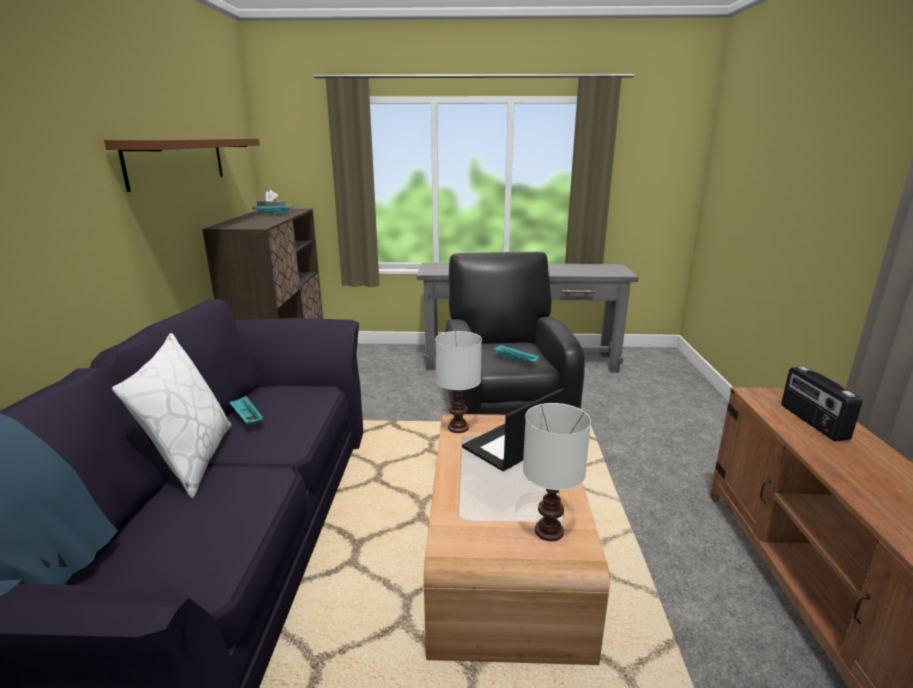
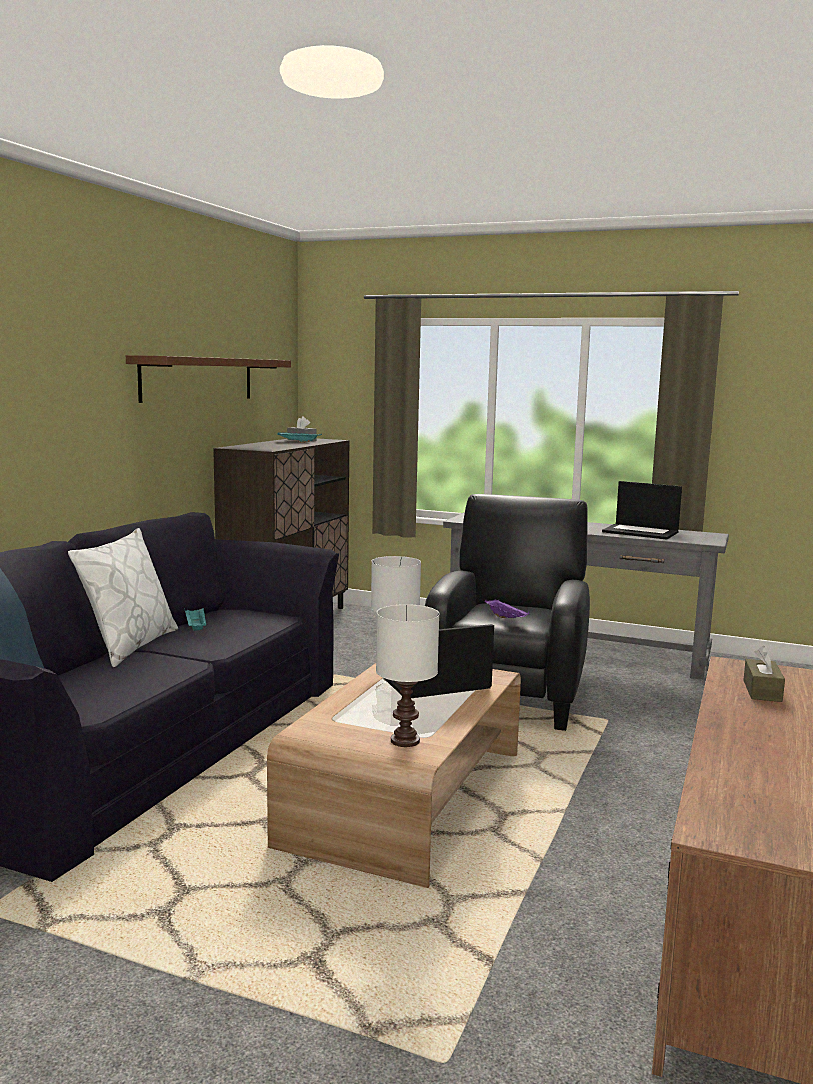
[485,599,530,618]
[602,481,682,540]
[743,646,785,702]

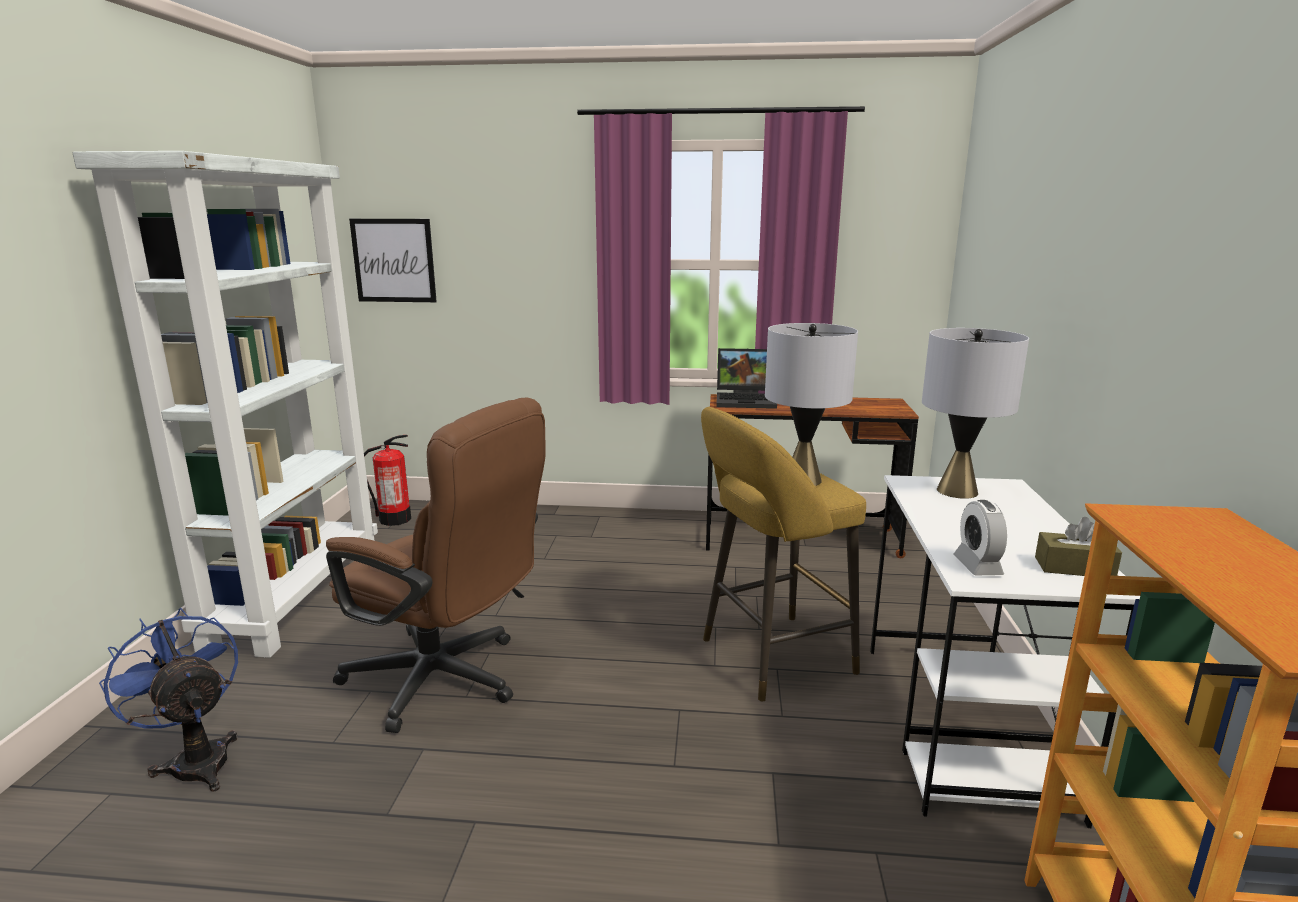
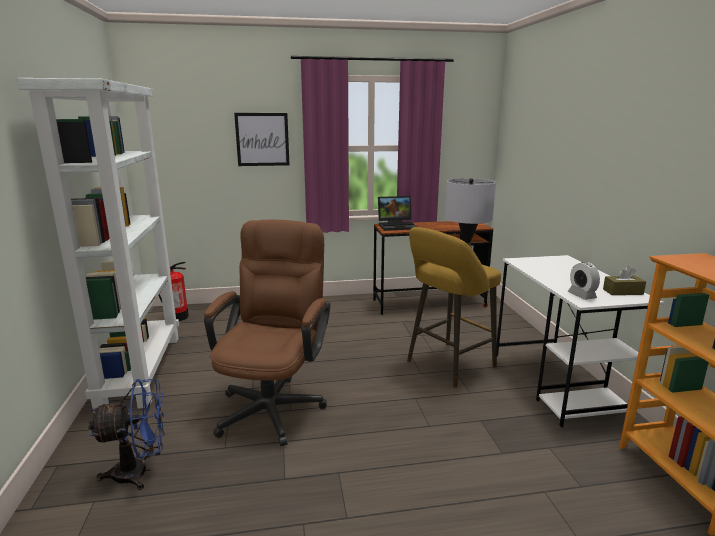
[88,379,165,490]
[204,220,331,446]
[234,113,290,166]
[922,328,1029,499] (first image)

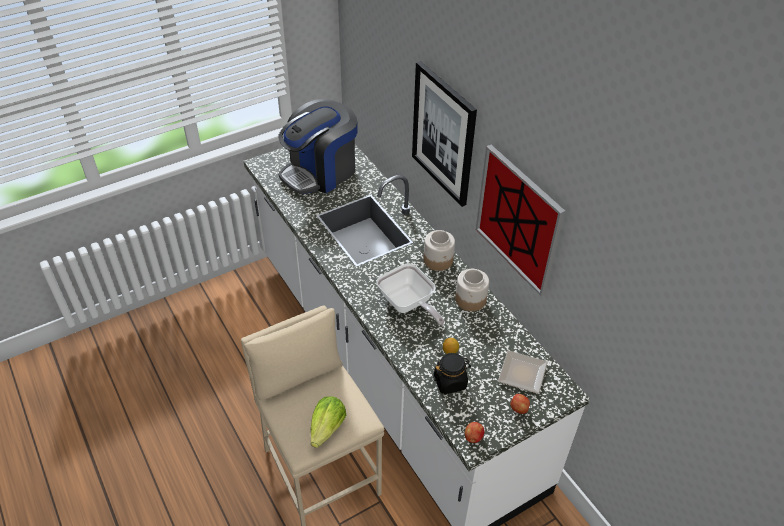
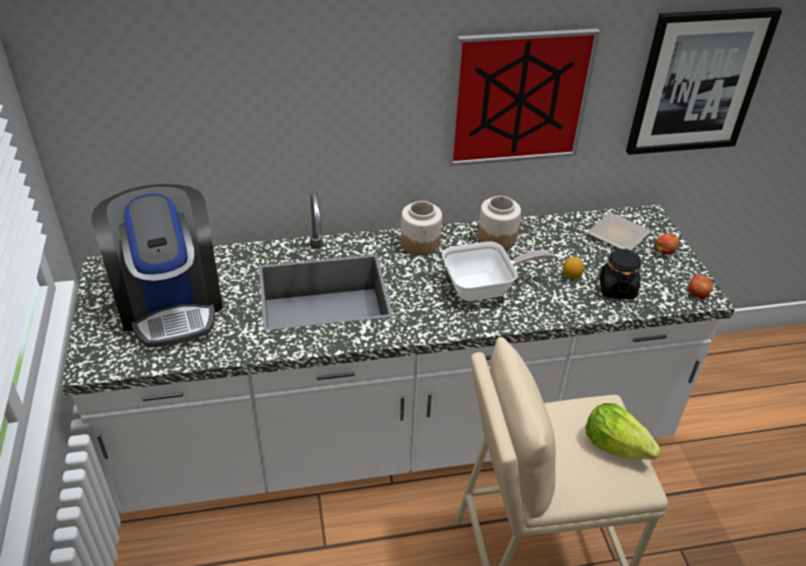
[626,7,782,155]

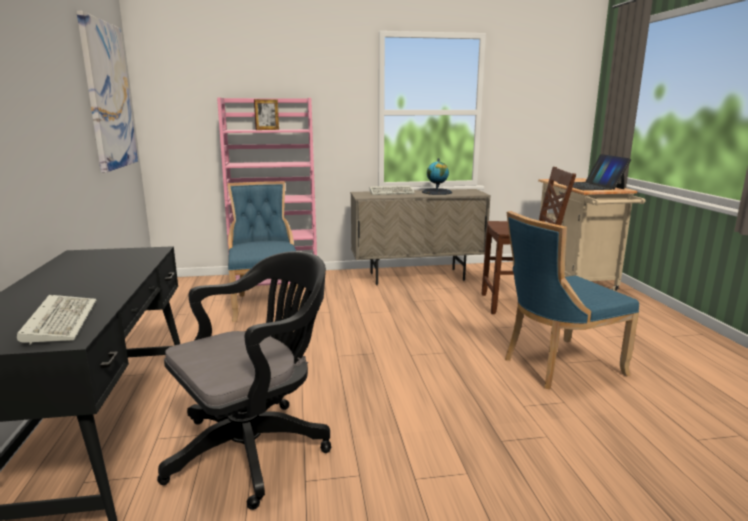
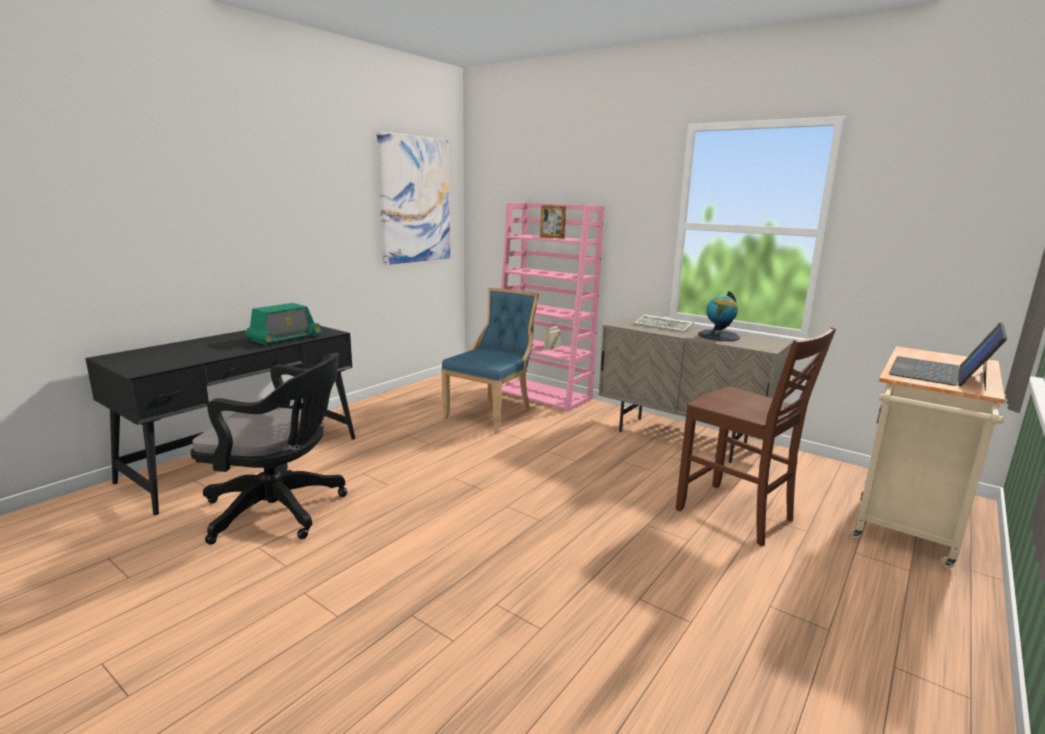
[245,303,322,345]
[17,295,96,345] (first image)
[505,211,639,390] (first image)

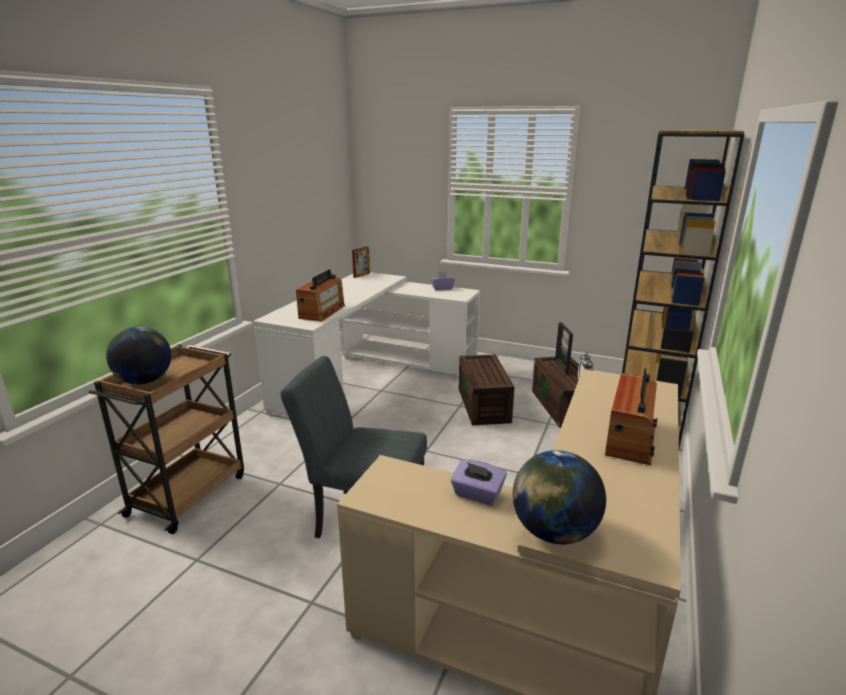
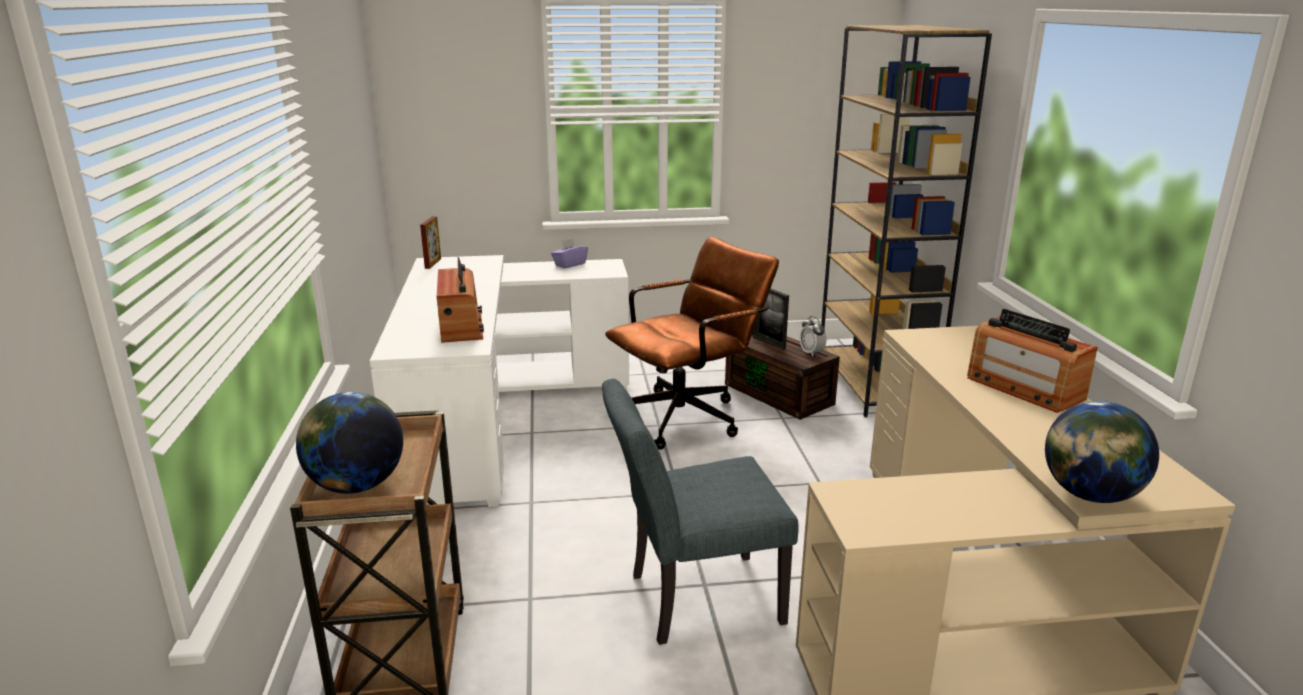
[605,237,779,450]
[967,309,1098,413]
[451,460,507,505] (first image)

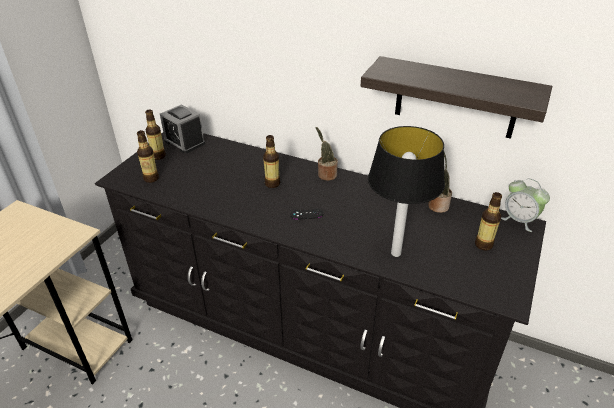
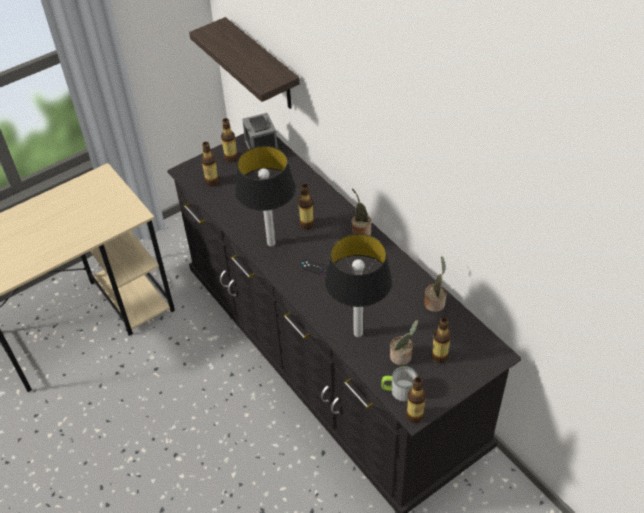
[189,17,300,109]
[235,146,296,247]
[381,366,418,402]
[390,320,418,365]
[406,377,426,423]
[501,179,550,232] (first image)

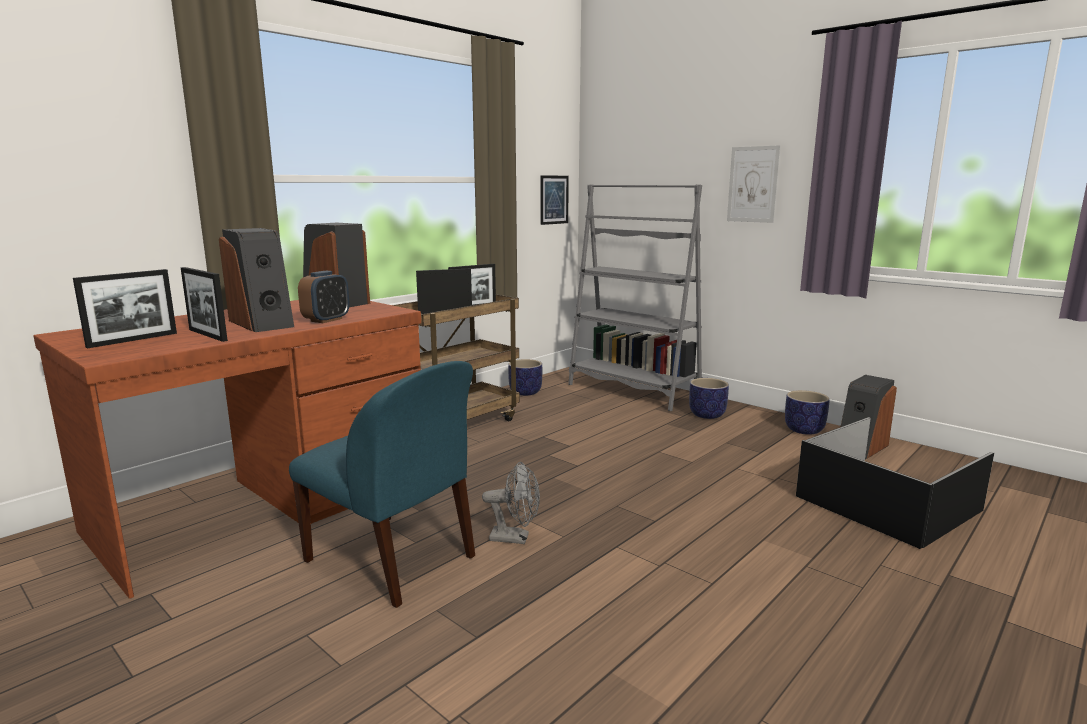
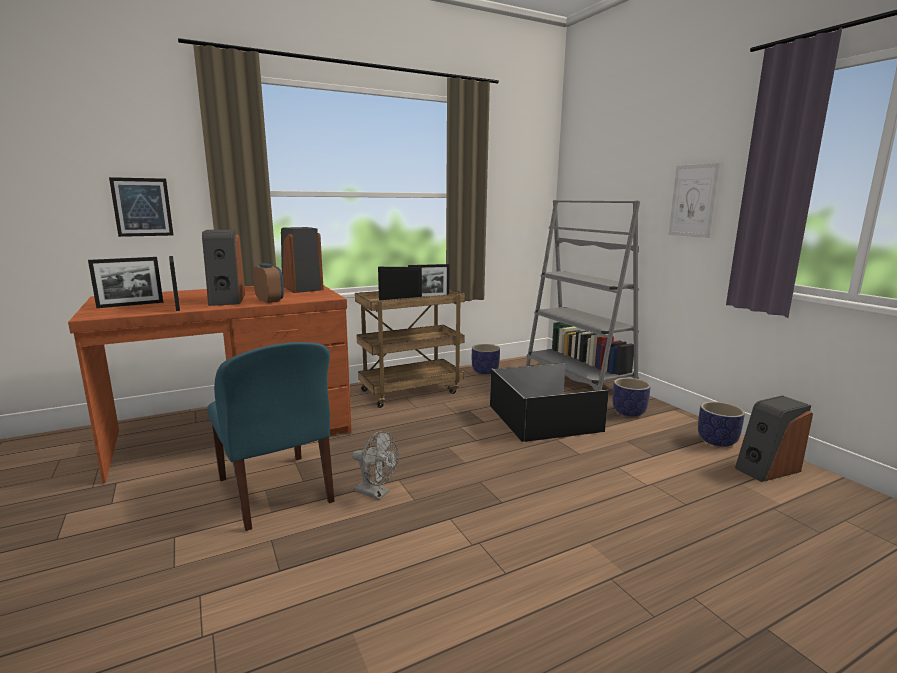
[109,177,173,237]
[253,263,284,303]
[490,363,609,442]

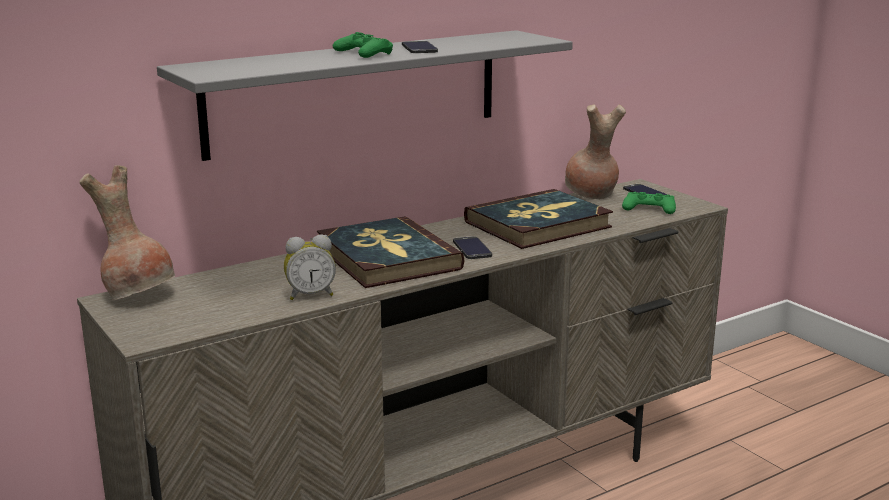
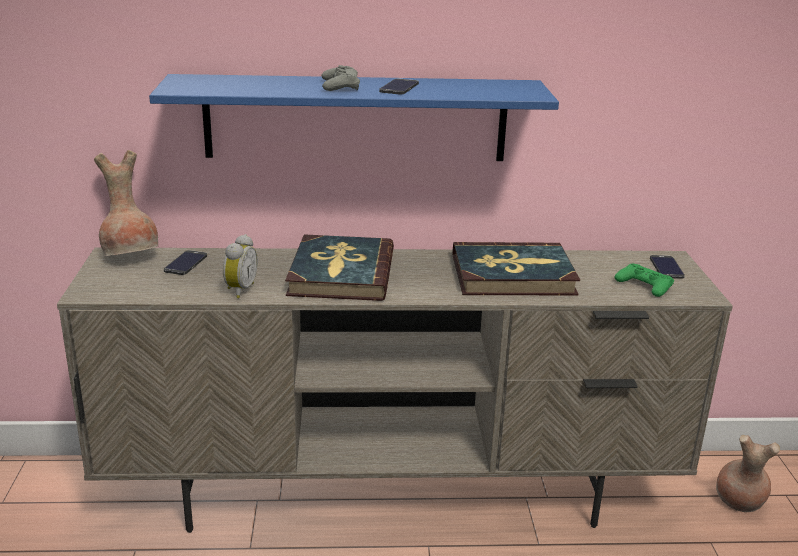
[149,74,559,161]
[164,250,207,275]
[223,234,258,298]
[321,65,360,91]
[716,435,780,512]

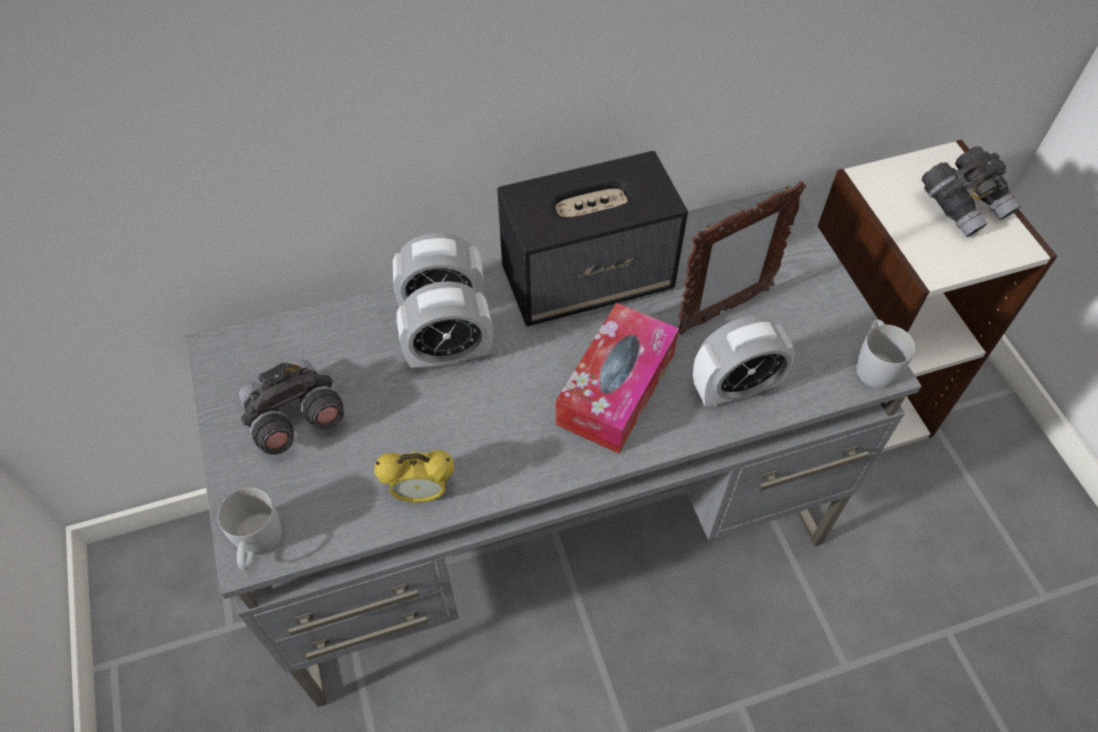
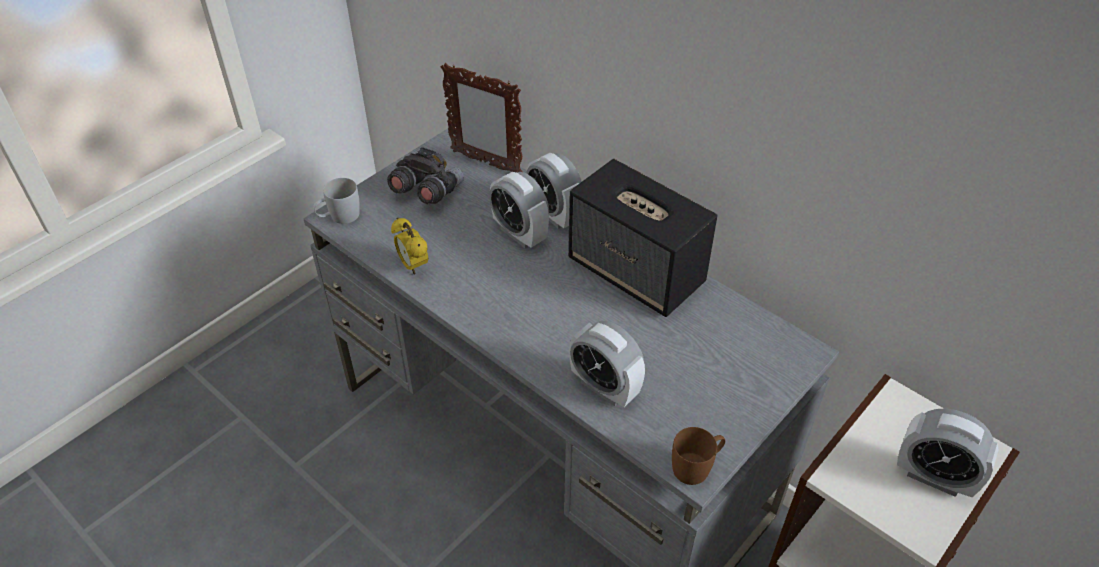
[441,63,523,172]
[672,427,725,485]
[897,409,998,497]
[556,303,679,454] (first image)

